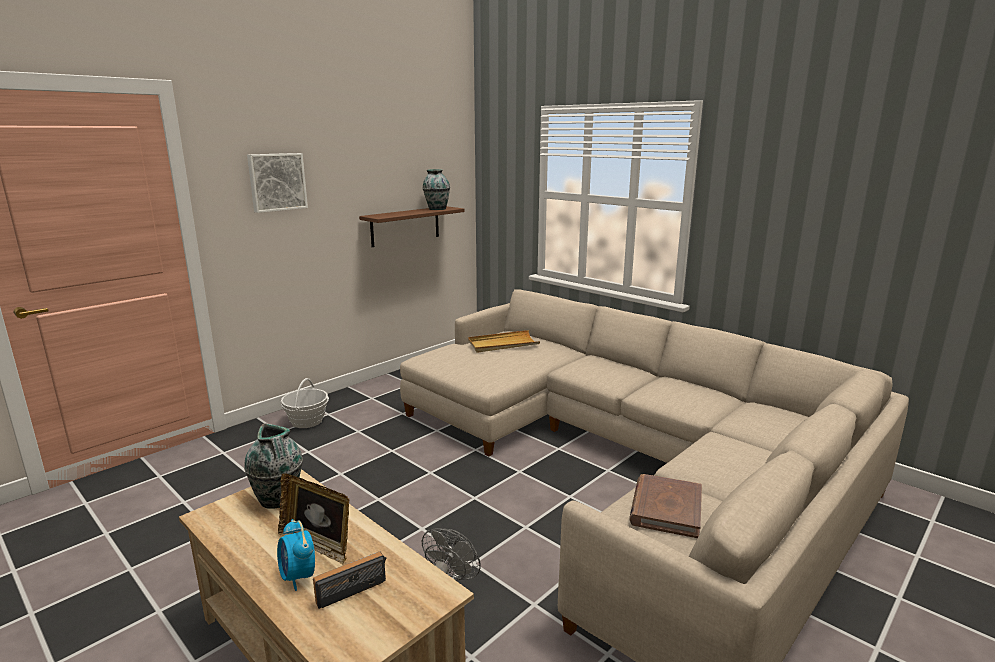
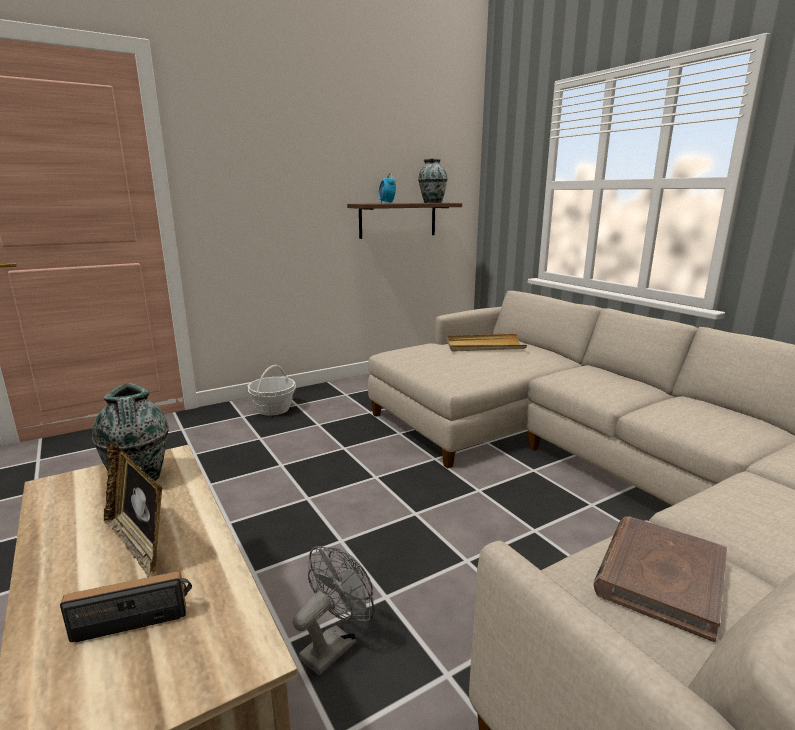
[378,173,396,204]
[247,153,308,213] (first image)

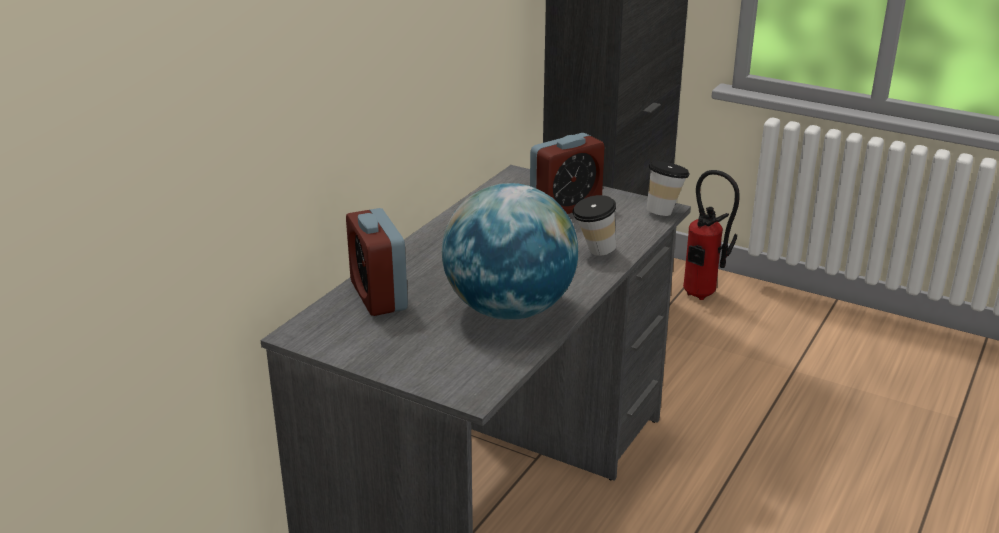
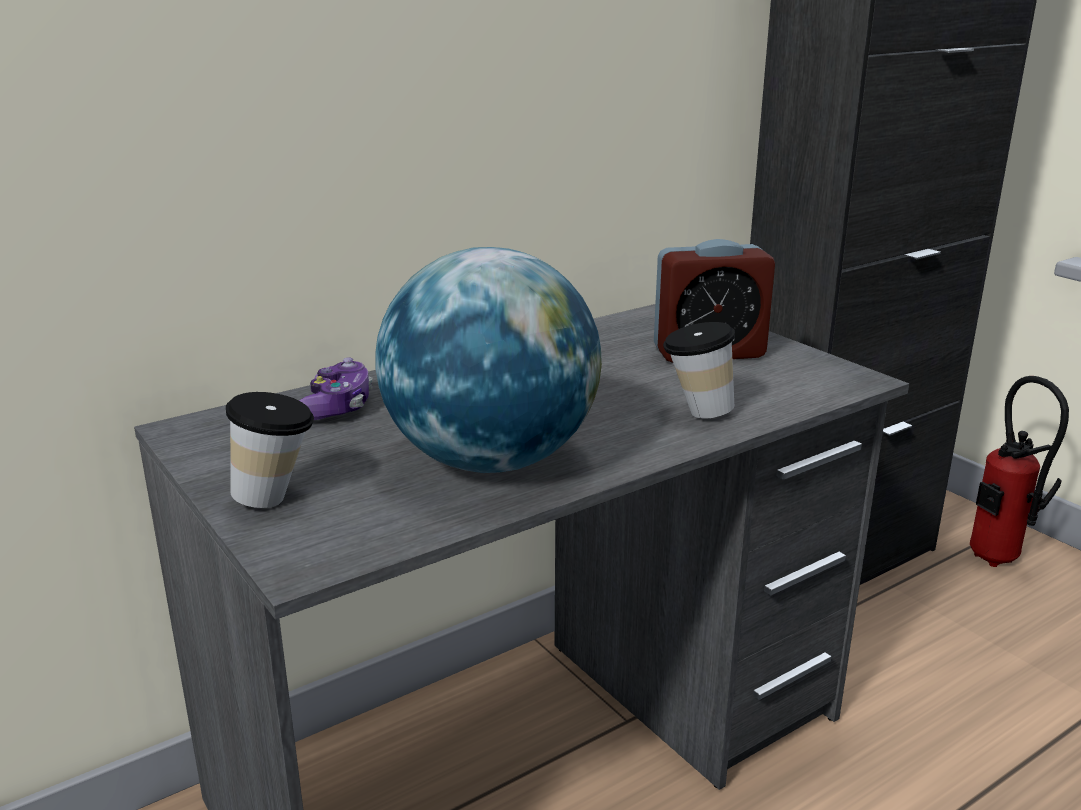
[226,392,314,508]
[299,357,373,420]

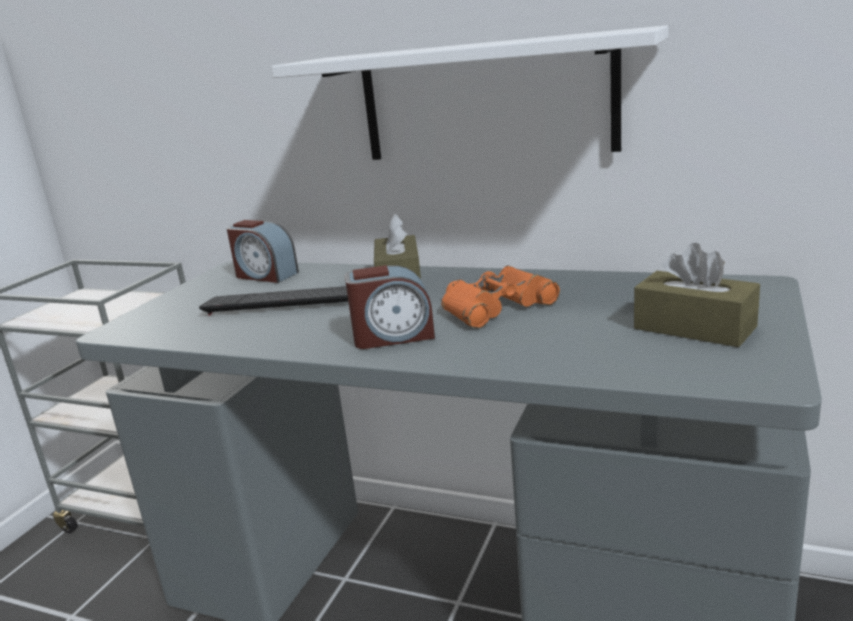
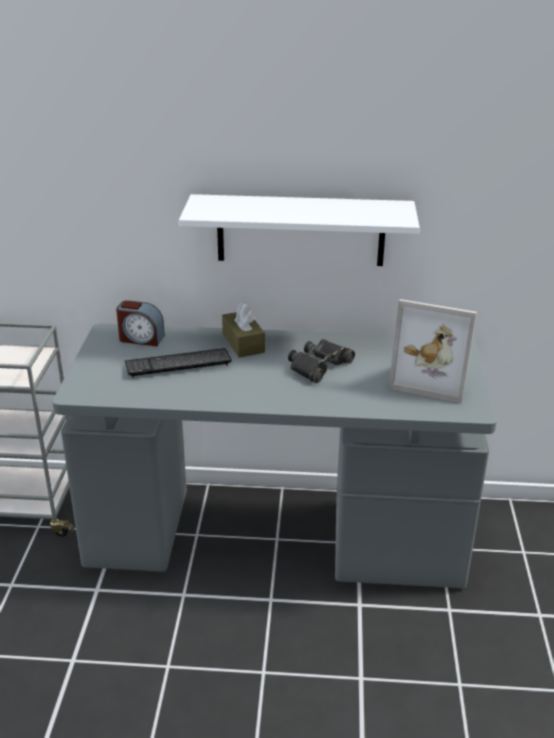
[288,339,355,383]
[388,299,477,403]
[345,265,435,349] (first image)

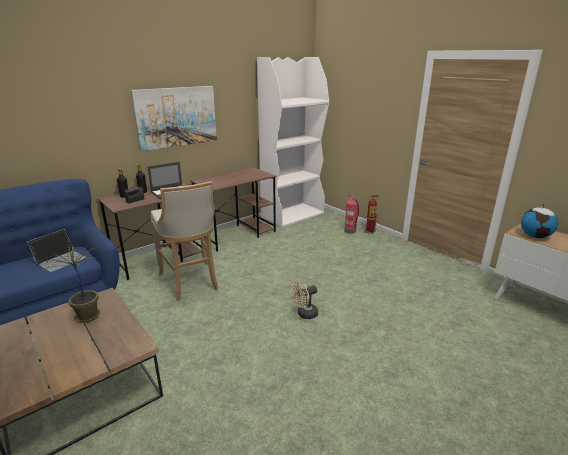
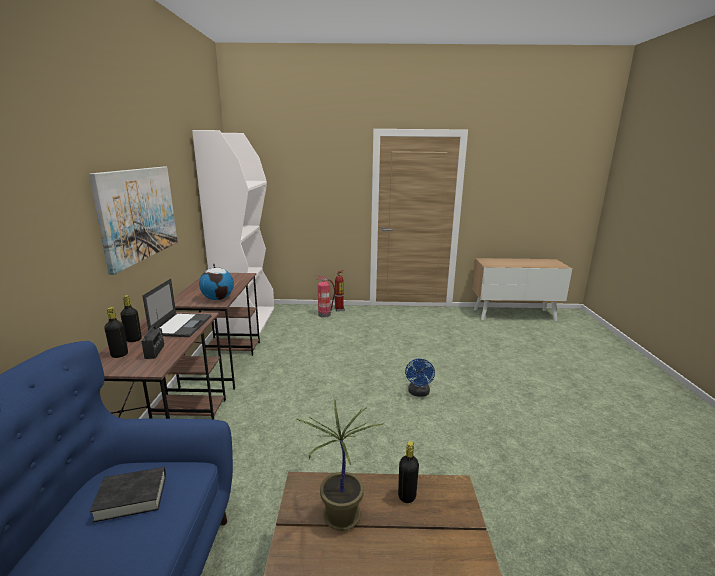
[90,467,166,522]
[199,263,234,300]
[398,441,419,503]
[405,359,435,397]
[151,181,219,300] (first image)

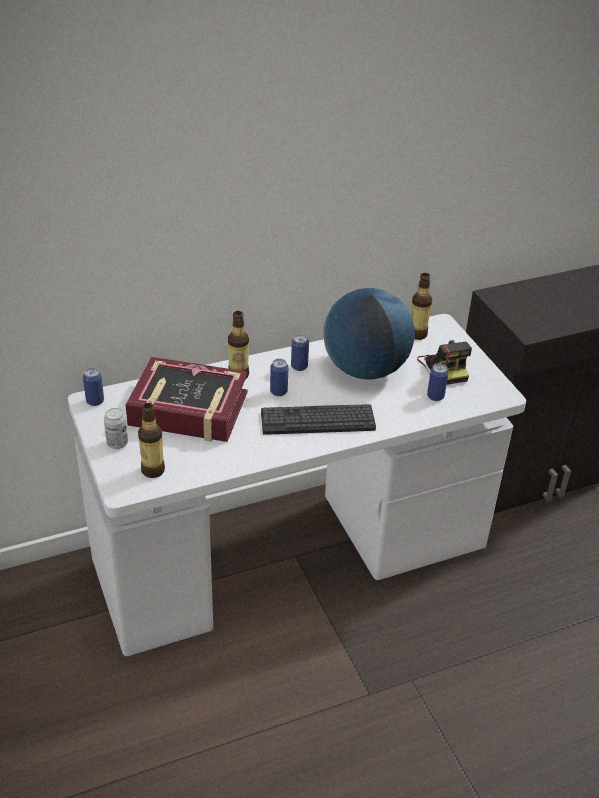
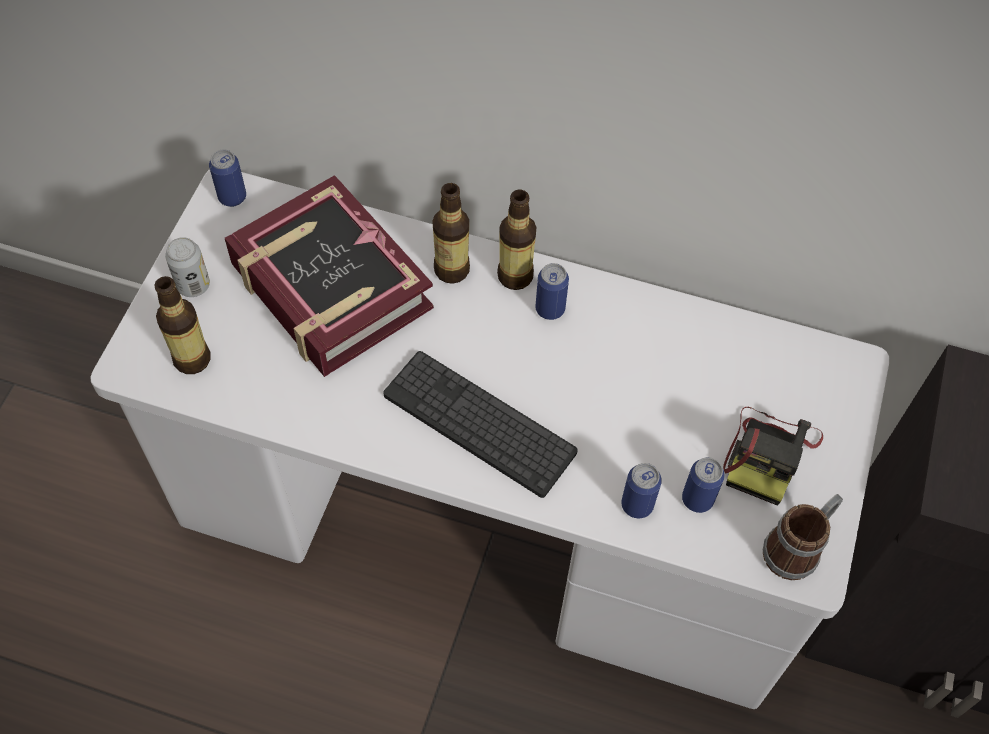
[497,190,536,290]
[621,463,662,518]
[763,494,843,580]
[323,288,415,379] (first image)

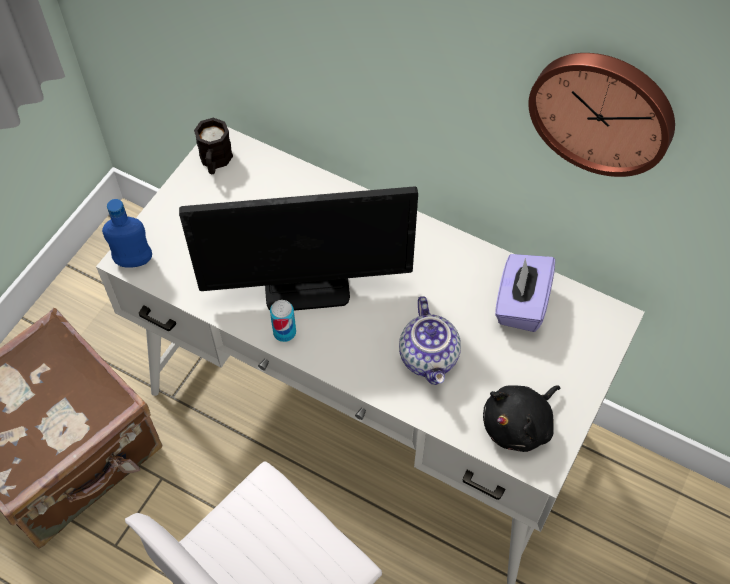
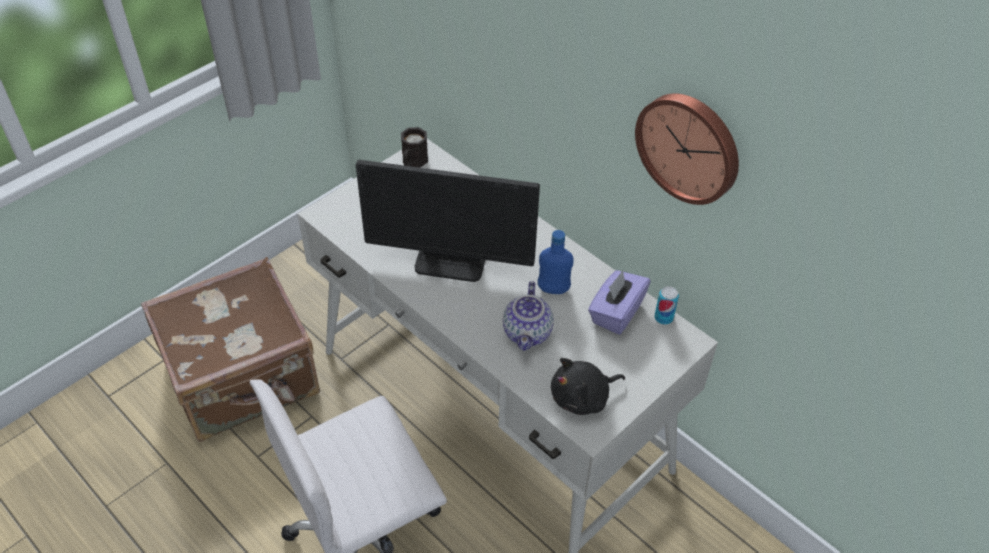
[538,230,574,294]
[655,286,679,325]

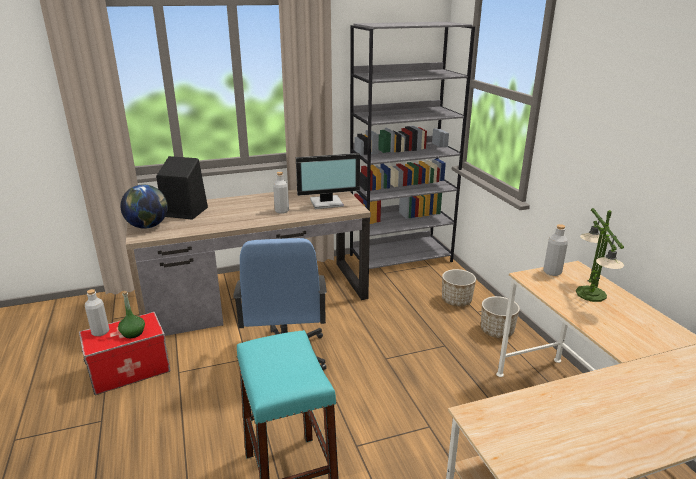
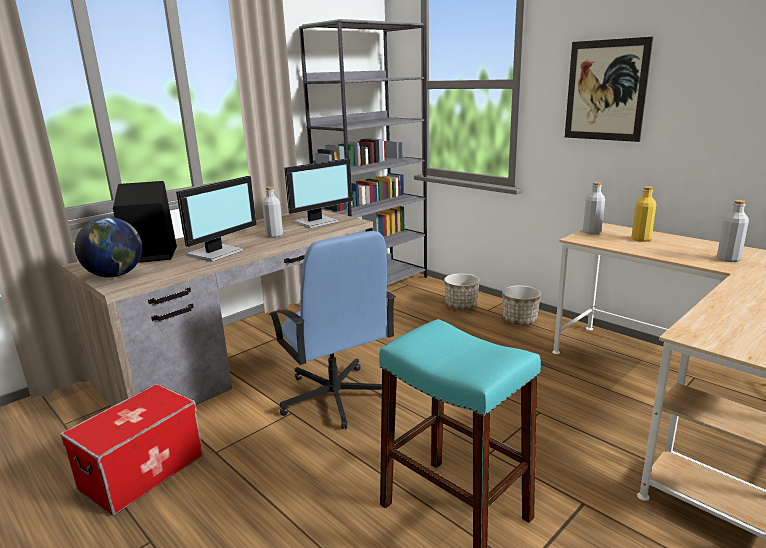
[176,176,256,262]
[565,37,653,142]
[631,186,656,242]
[717,200,749,262]
[118,291,145,338] (first image)

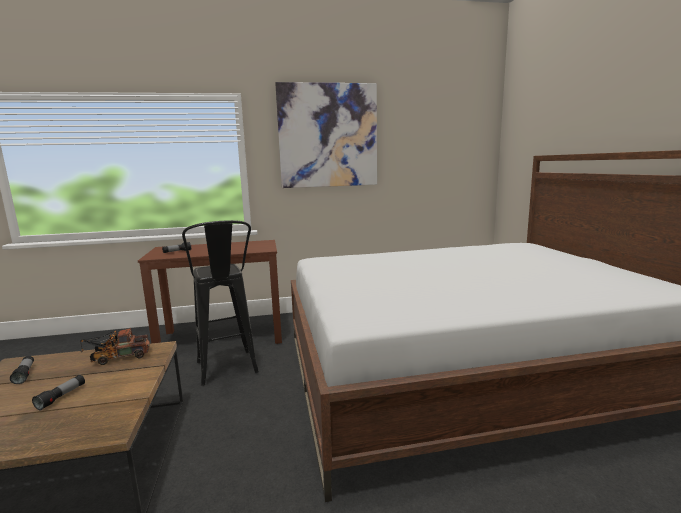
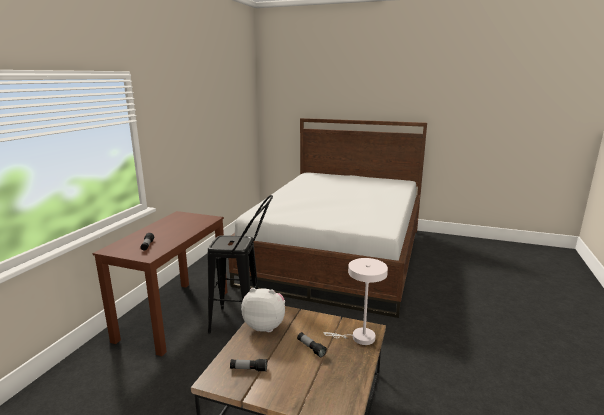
[241,288,285,332]
[324,258,388,345]
[275,82,377,188] (first image)

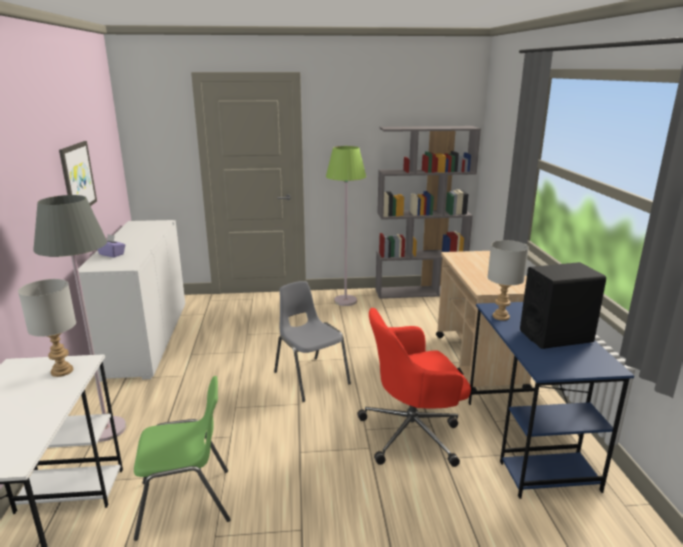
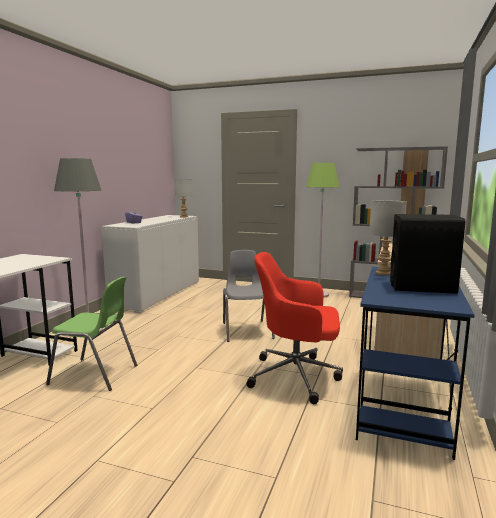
[174,179,192,217]
[59,141,97,206] (first image)

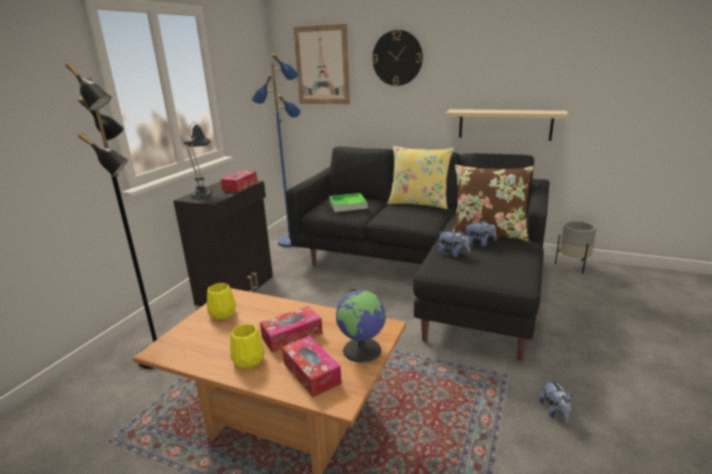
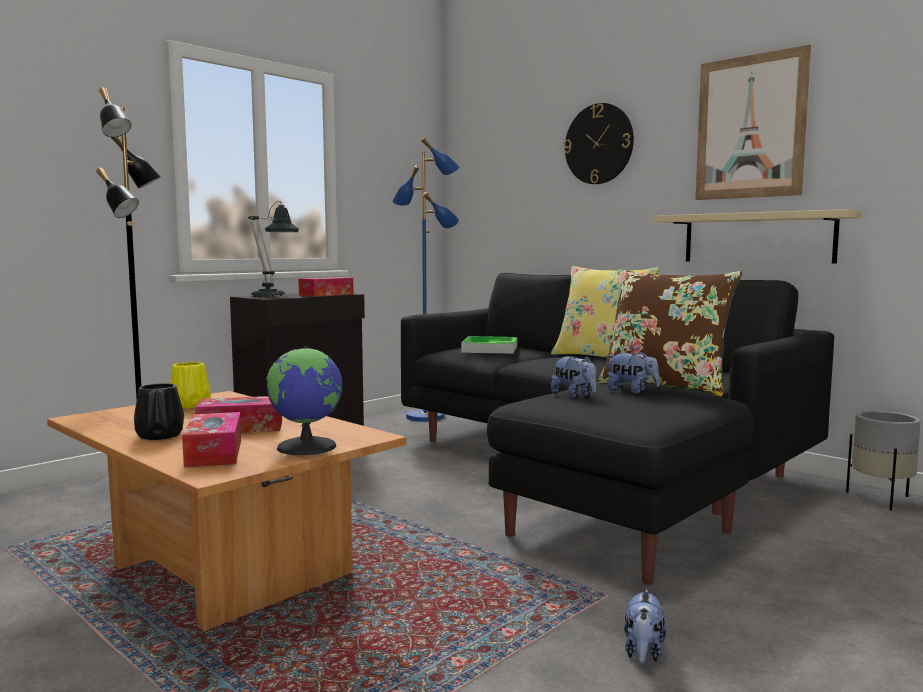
[134,383,184,440]
[695,45,811,200]

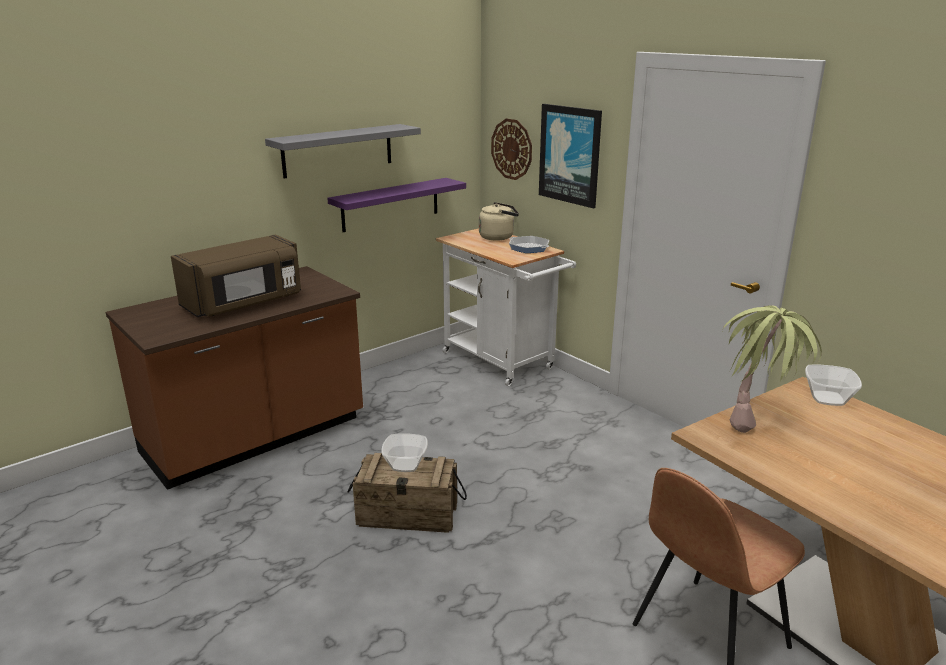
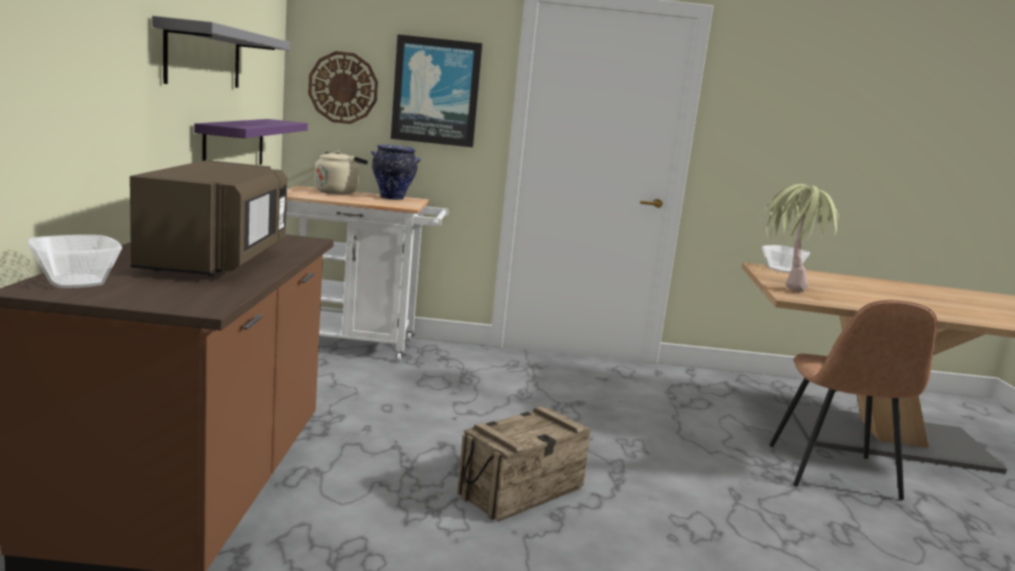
[28,235,122,288]
[371,145,421,200]

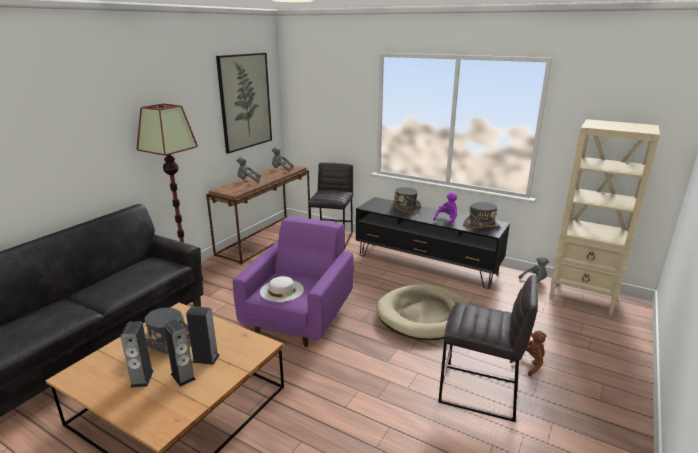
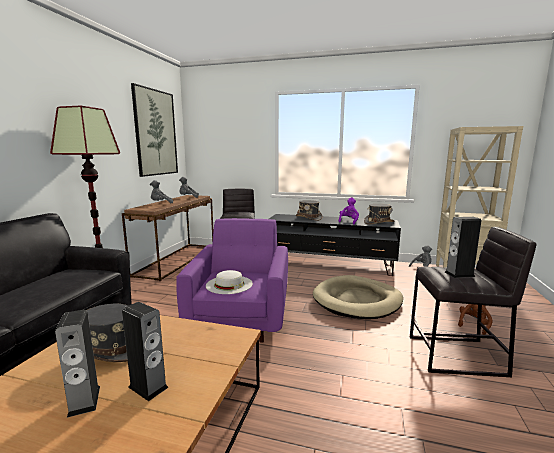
[445,217,481,278]

